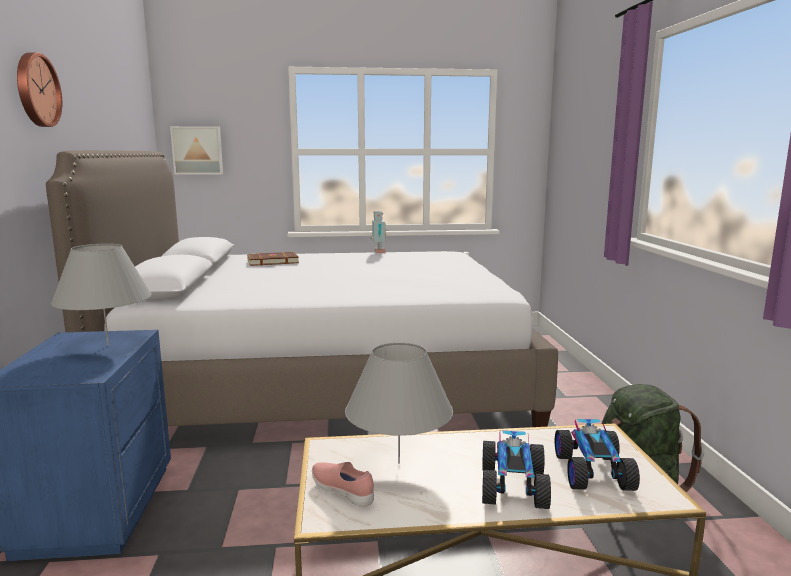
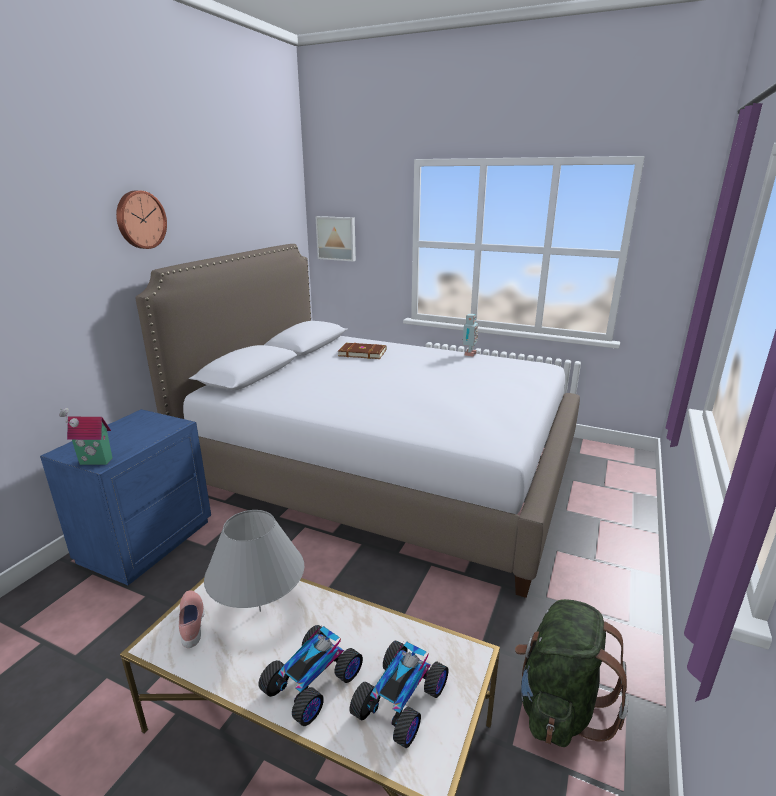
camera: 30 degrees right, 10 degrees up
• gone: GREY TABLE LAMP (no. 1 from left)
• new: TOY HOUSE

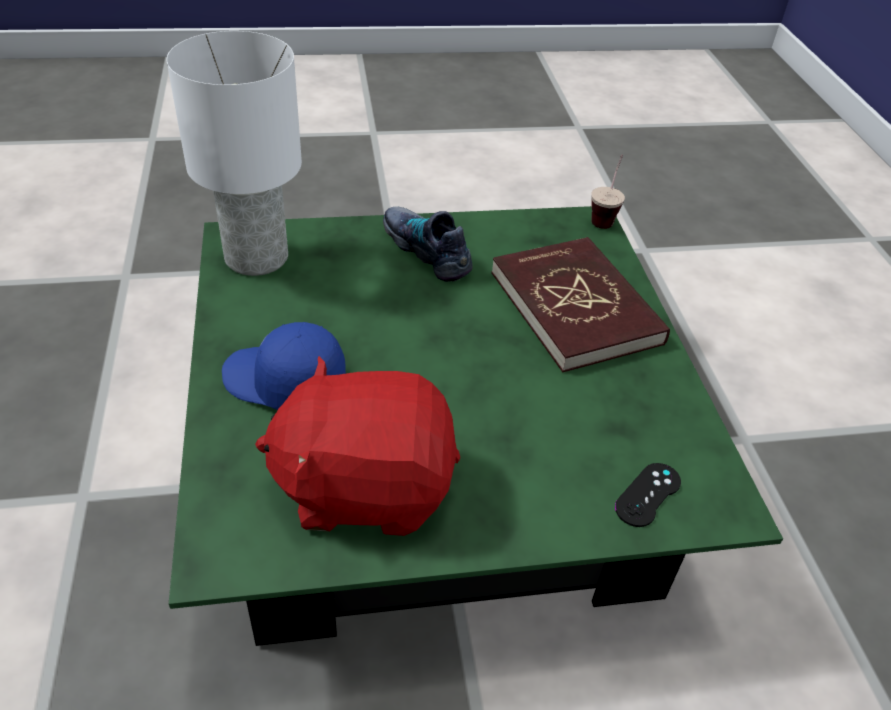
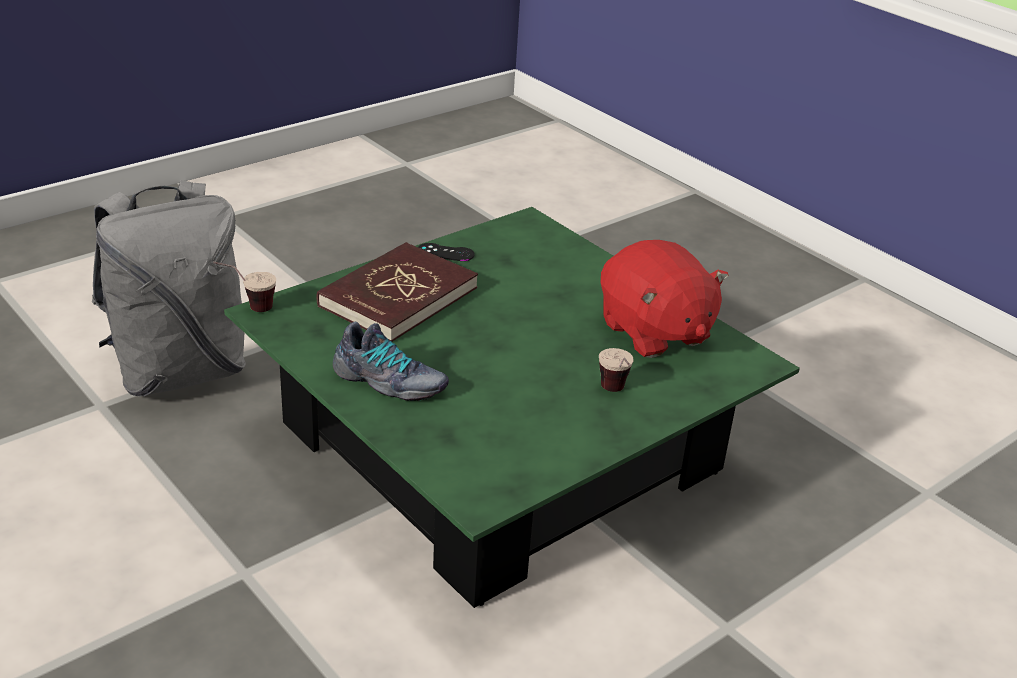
camera: 120 degrees left, 10 degrees down
• gone: WHITE TABLE LAMP
• rotated: SHOE 90 degrees counterclockwise
• swapped: BLUE CAP to CUP (no. 2 from left)
• shifted: BLACK GAME CONTROLLER
• new: GREY BACKPACK

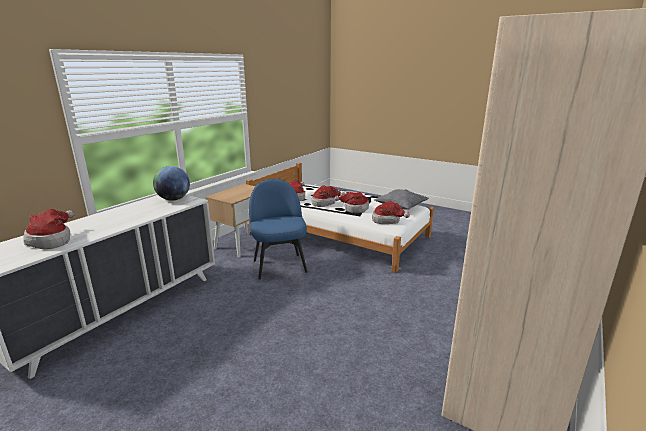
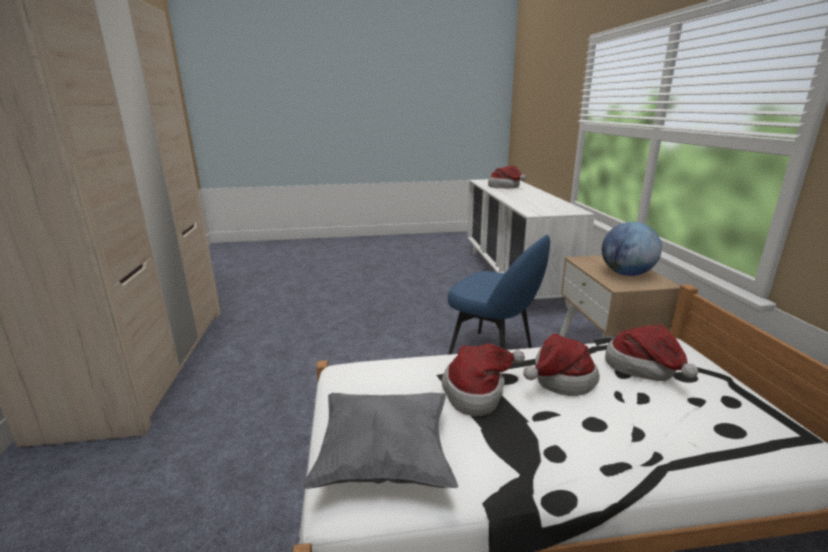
camera: 140 degrees right, 0 degrees up
• shifted: GLOBE
• gone: HAT (no. 5 from left)

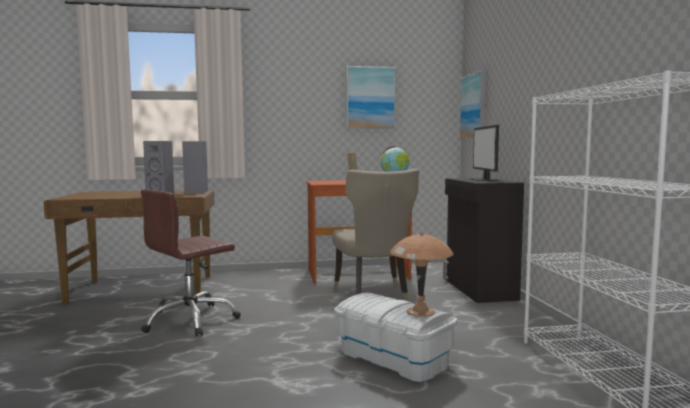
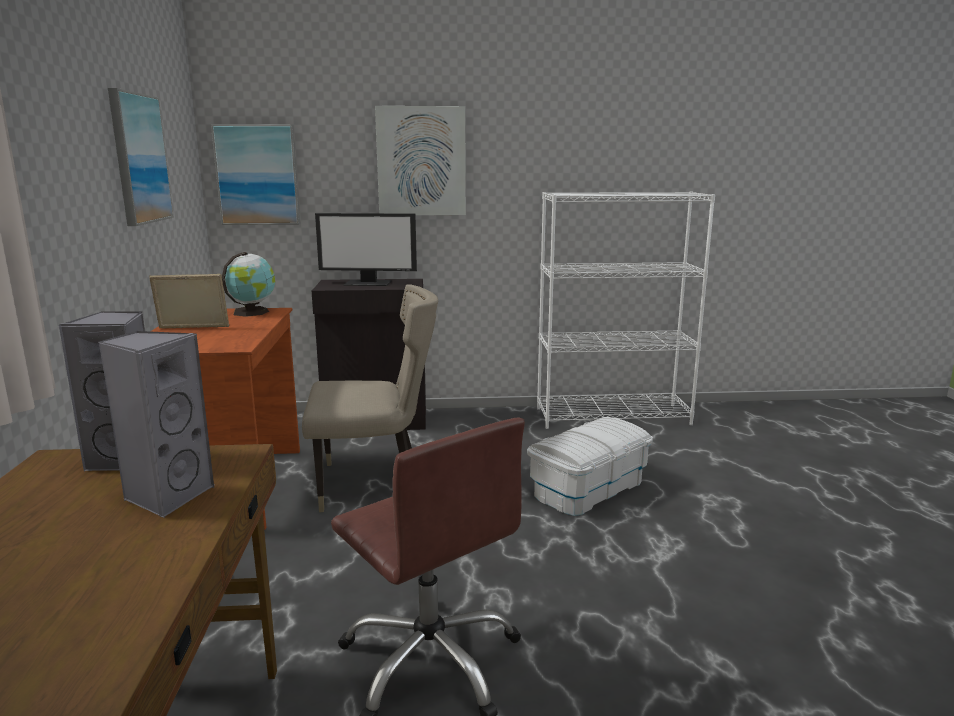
camera: 85 degrees left, 10 degrees up
• gone: BROWN TABLE LAMP
• new: PICTURE (no. 3 from left)

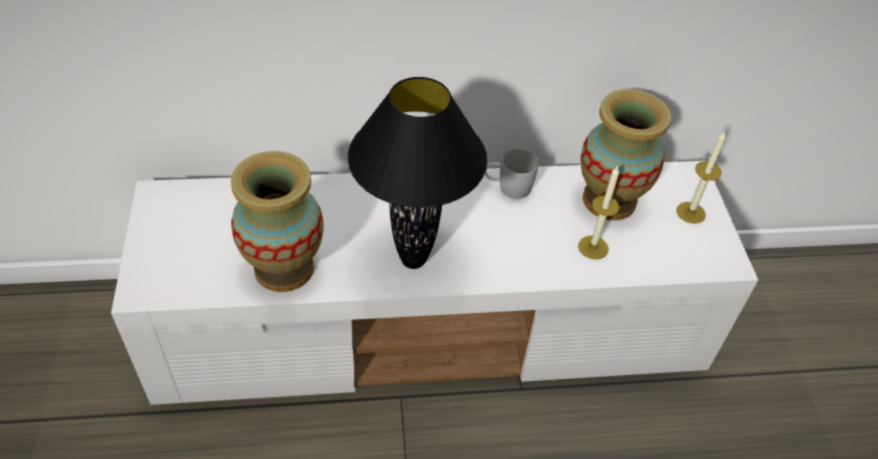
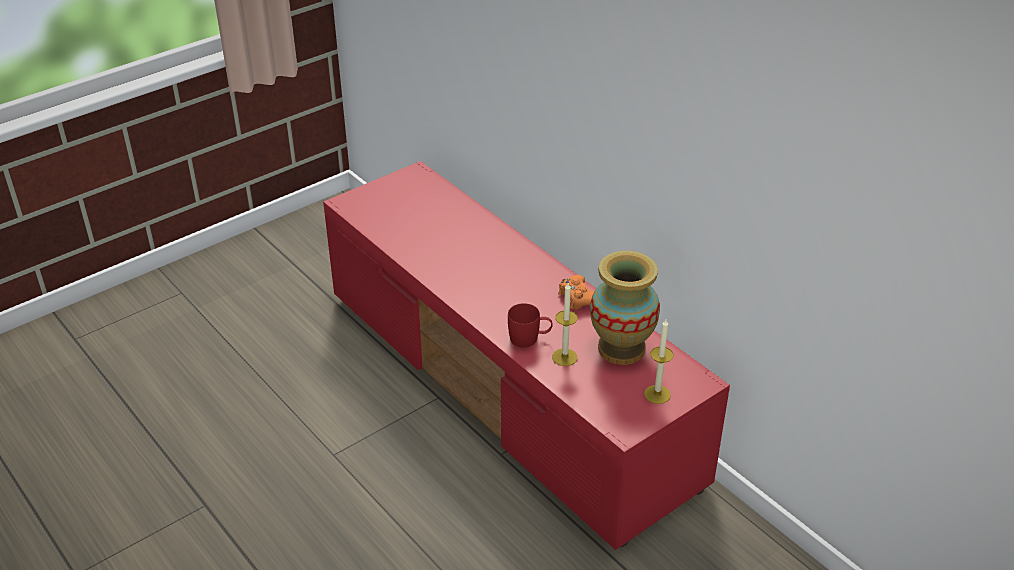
camera: 60 degrees right, 10 degrees down
• gone: BLACK TABLE LAMP
• swapped: WHITE MUG to ORANGE GAME CONTROLLER
• gone: VASE (no. 1 from left)
• repainted: WHITE TV STAND to RED TV STAND
• new: RED MUG

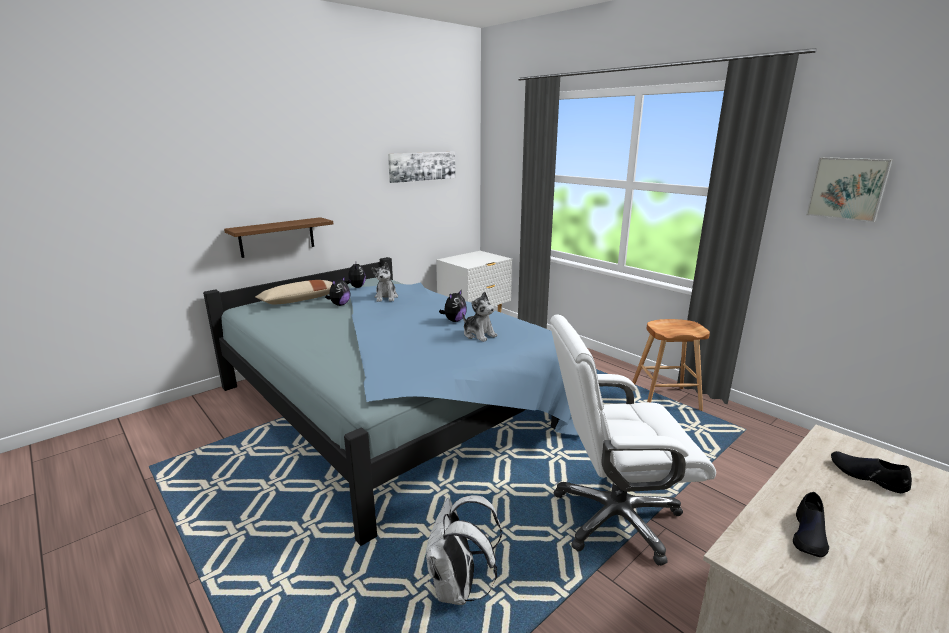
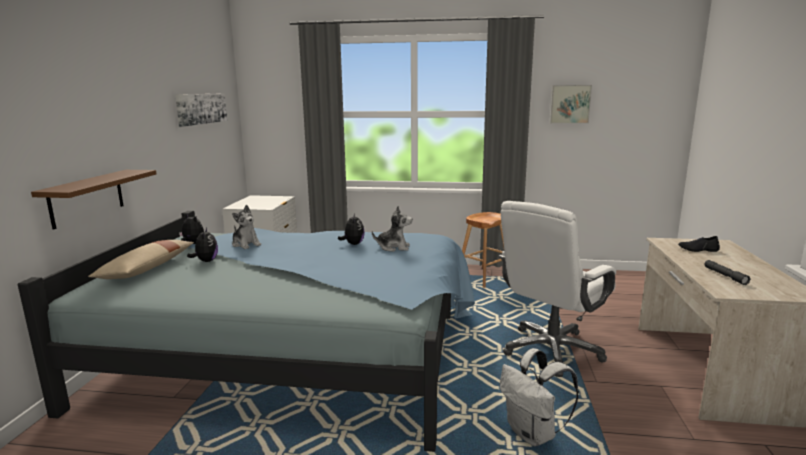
camera: 40 degrees left, 5 degrees down
• swapped: BLACK SHOE (no. 1 from left) to GREY FLASHLIGHT

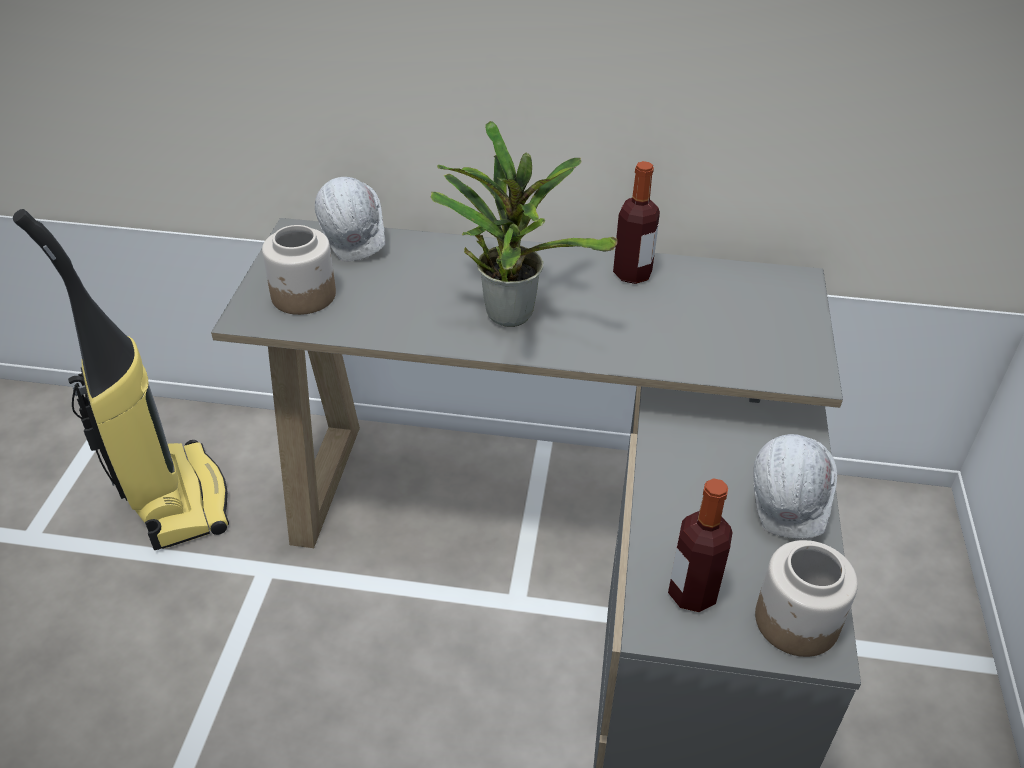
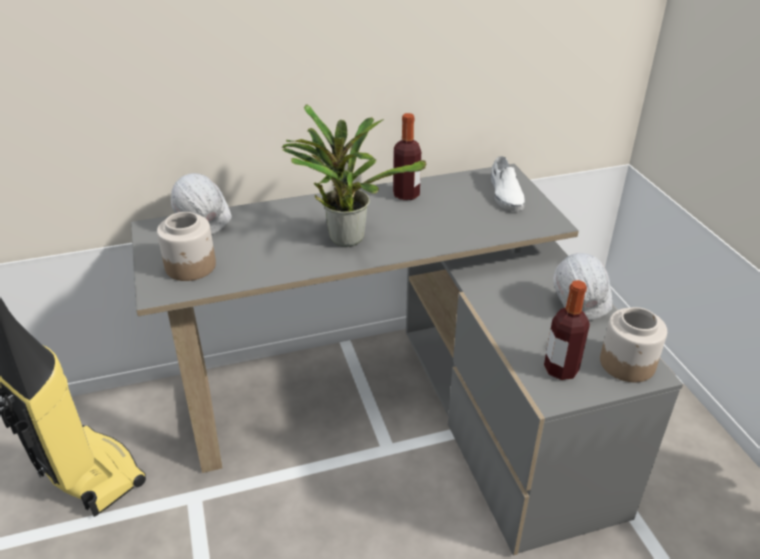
camera: 25 degrees left, 5 degrees down
• new: WHITE SHOE

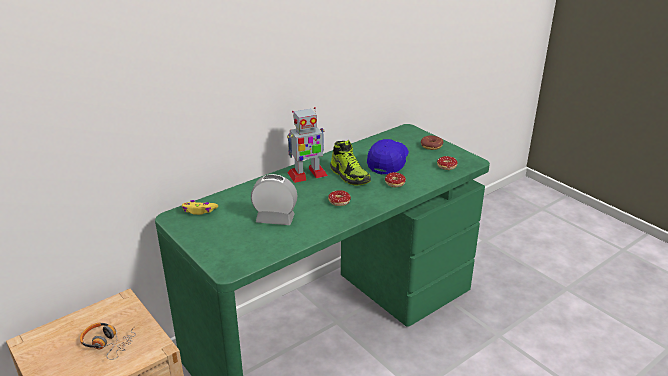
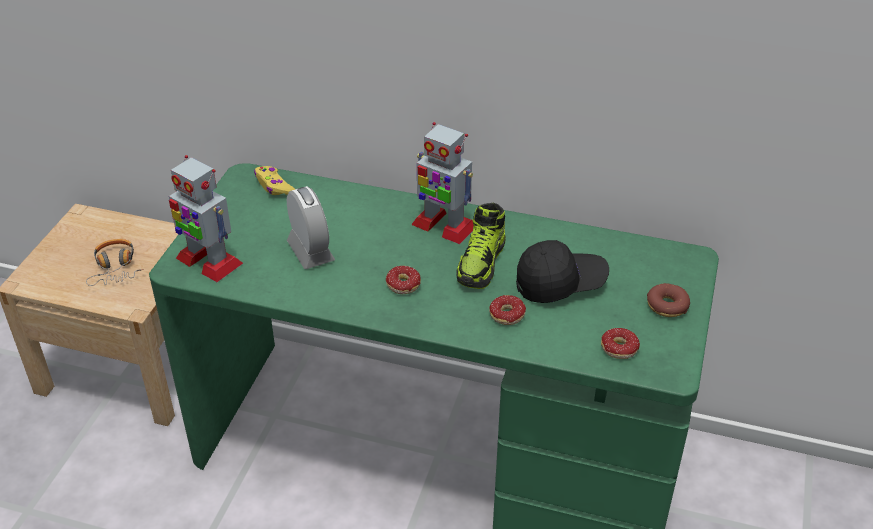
camera: 55 degrees right, 10 degrees up
• repainted: BLUE CAP to BLACK CAP
• new: TOY ROBOT (no. 1 from left)

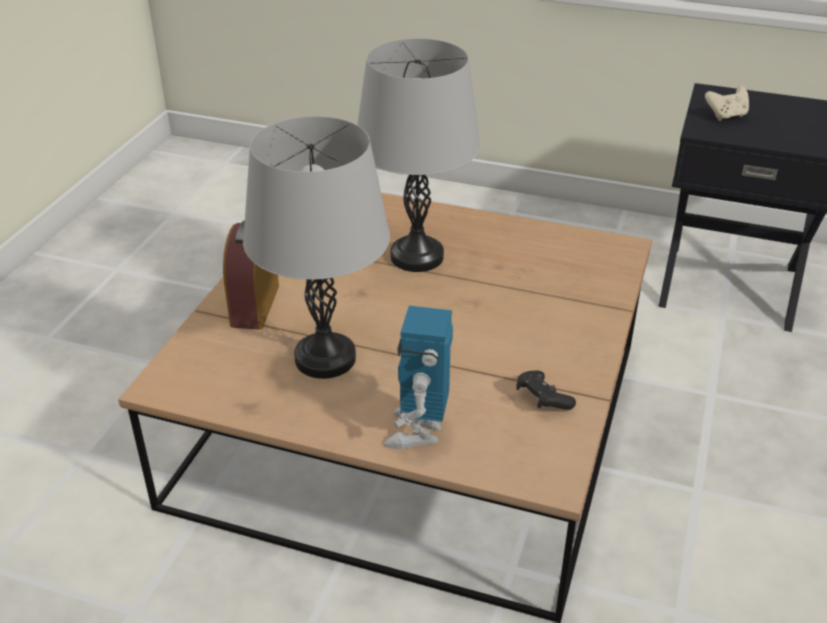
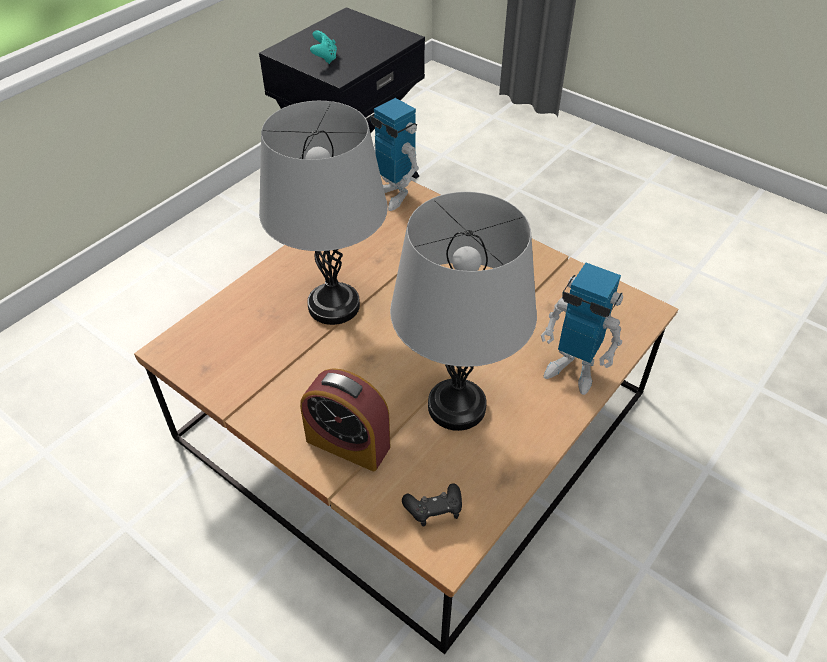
camera: 70 degrees left, 10 degrees up
• repainted: BEIGE GAME CONTROLLER to TURQUOISE GAME CONTROLLER
• shifted: BLACK GAME CONTROLLER
• new: TOY ROBOT (no. 1 from left)

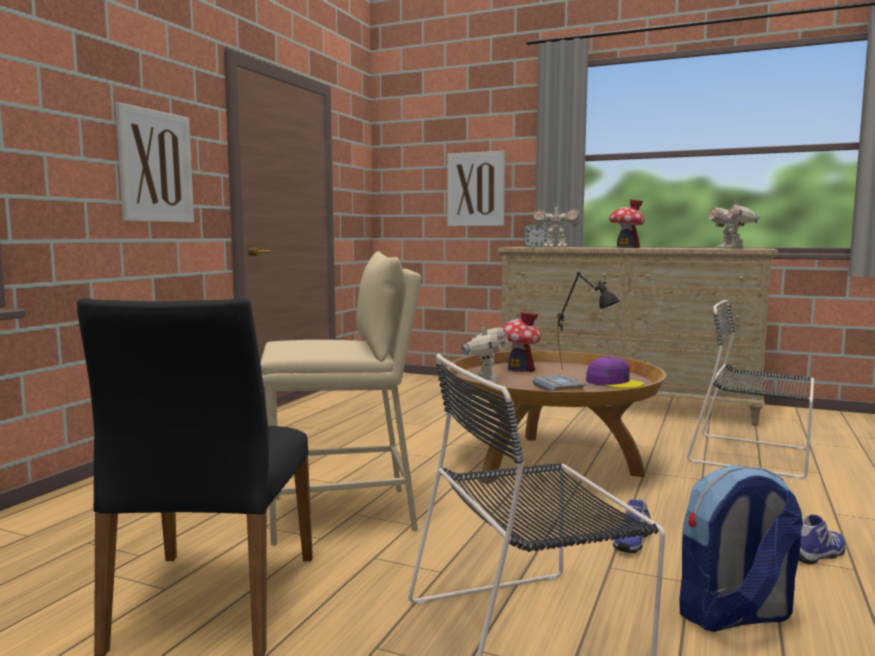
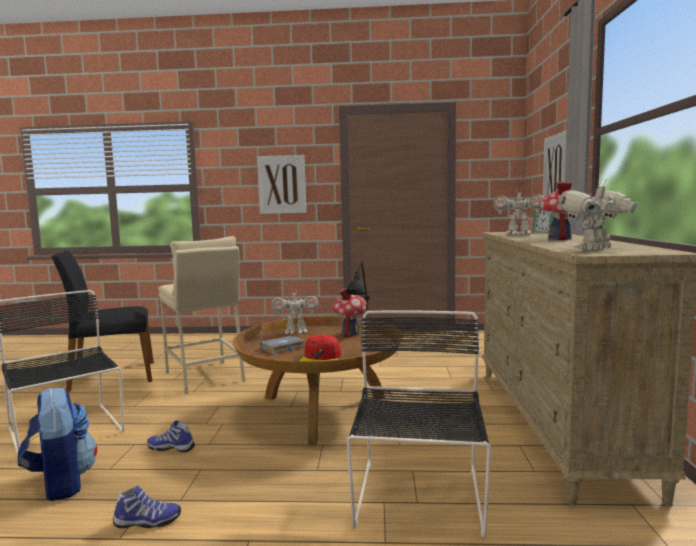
camera: 70 degrees right, 0 degrees up
• rotated: TOY ROBOT (no. 2 from left) 60 degrees counterclockwise
• repainted: PURPLE CAP to RED CAP
• rotated: SHOE (no. 2 from left in the first image) 45 degrees counterclockwise

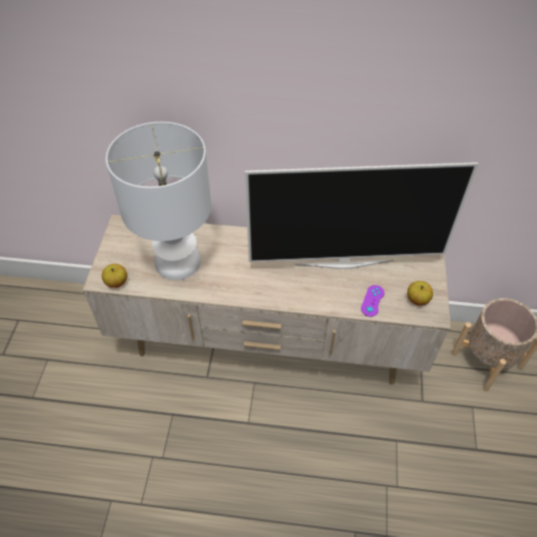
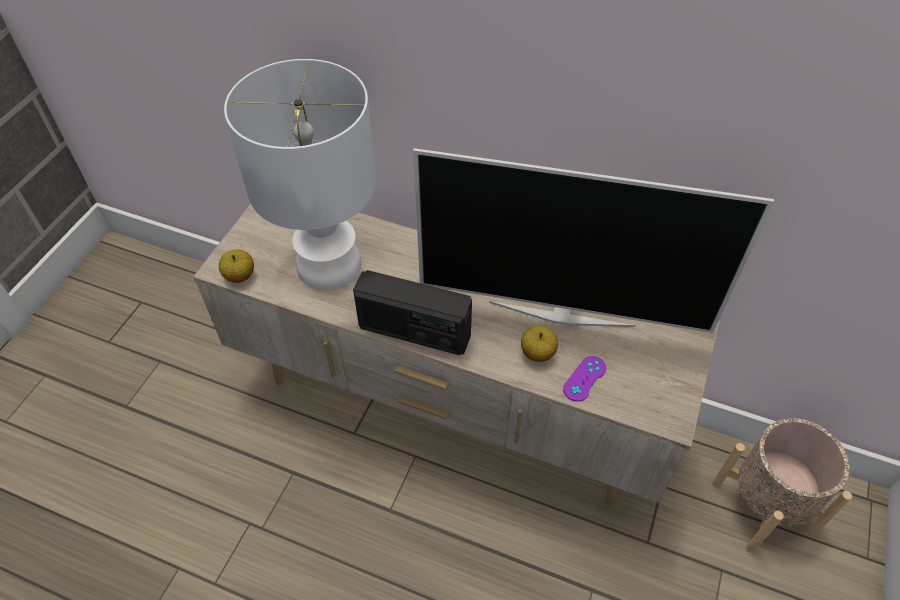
camera: 15 degrees right, 0 degrees up
• shifted: APPLE (no. 2 from left)
• new: RADIO

